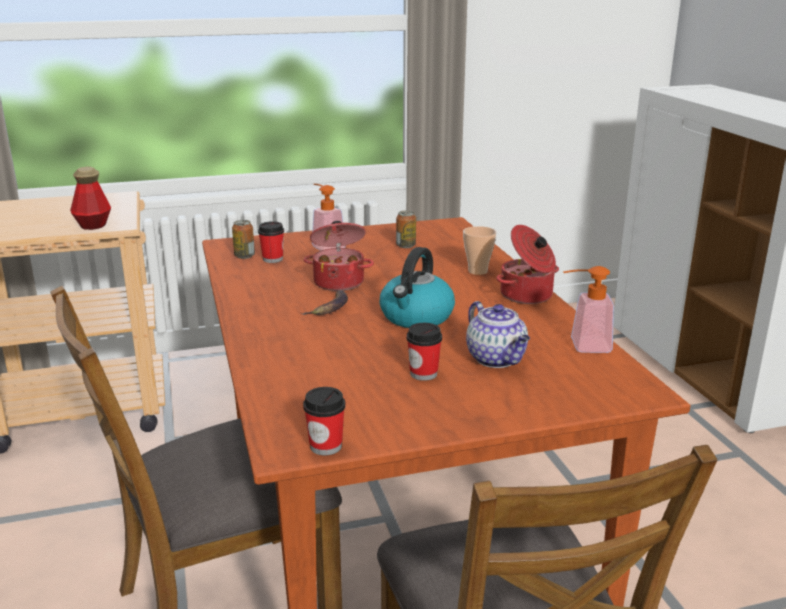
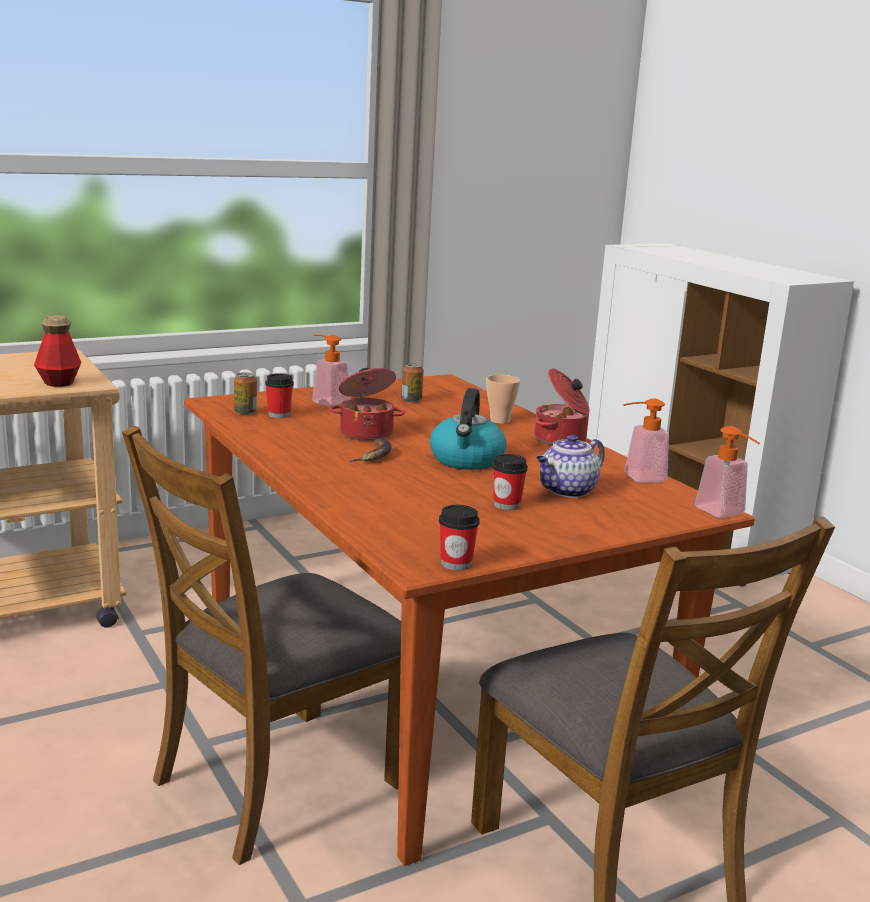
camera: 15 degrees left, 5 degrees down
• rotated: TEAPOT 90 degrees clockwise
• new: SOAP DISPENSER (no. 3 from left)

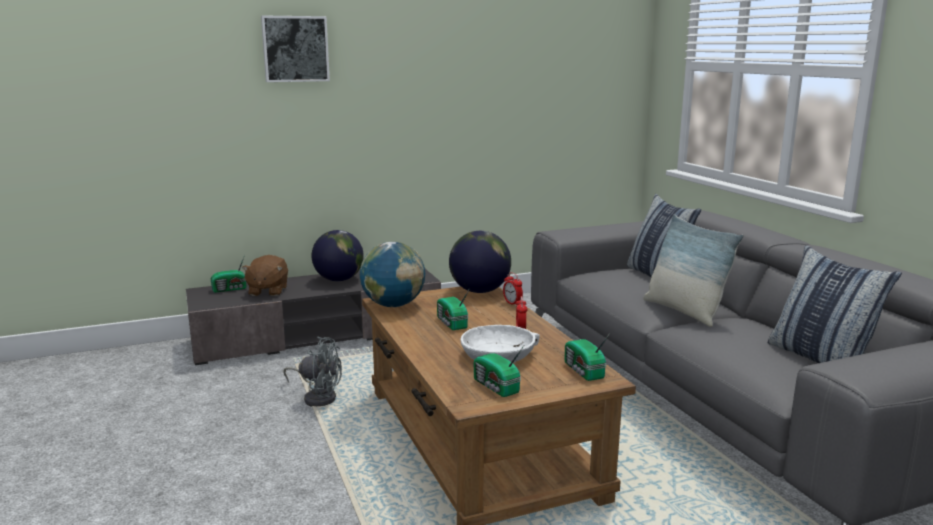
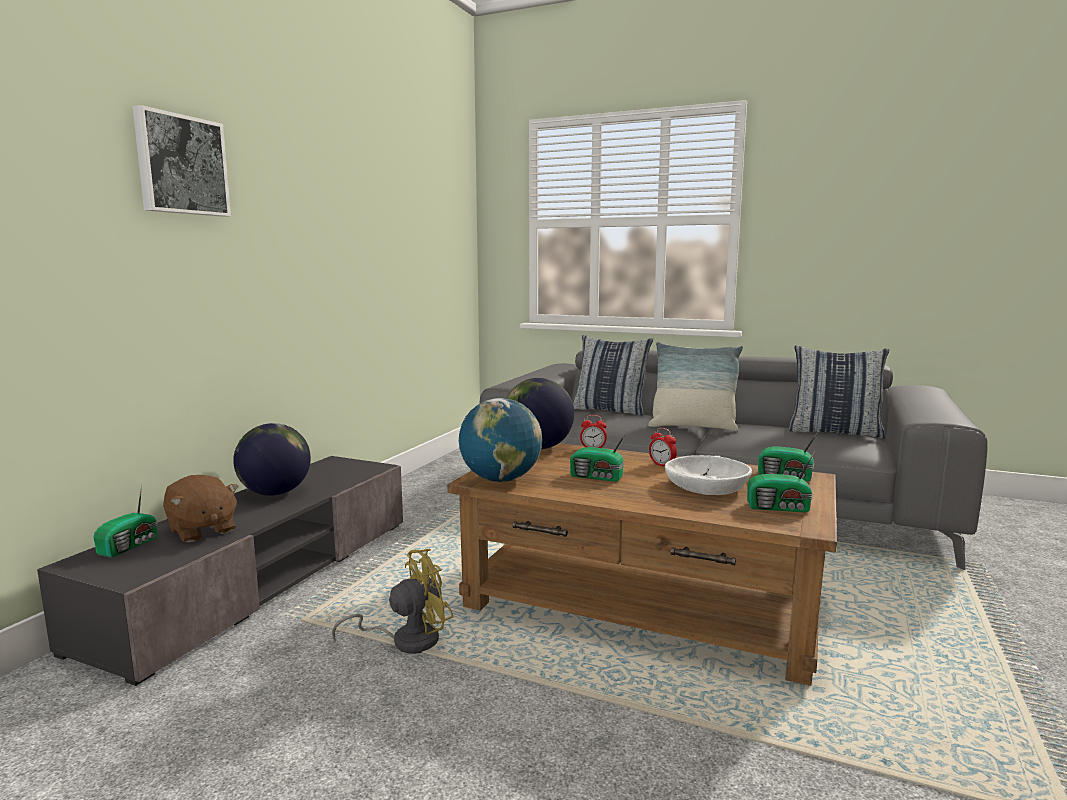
camera: 45 degrees left, 5 degrees down
• repainted: GREY FAN to YELLOW FAN

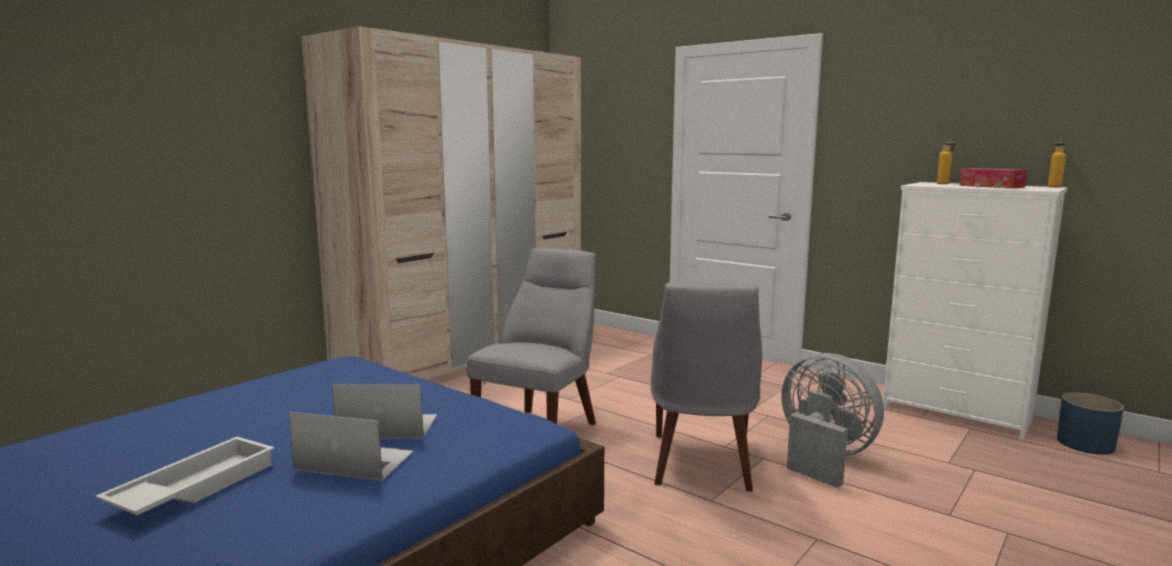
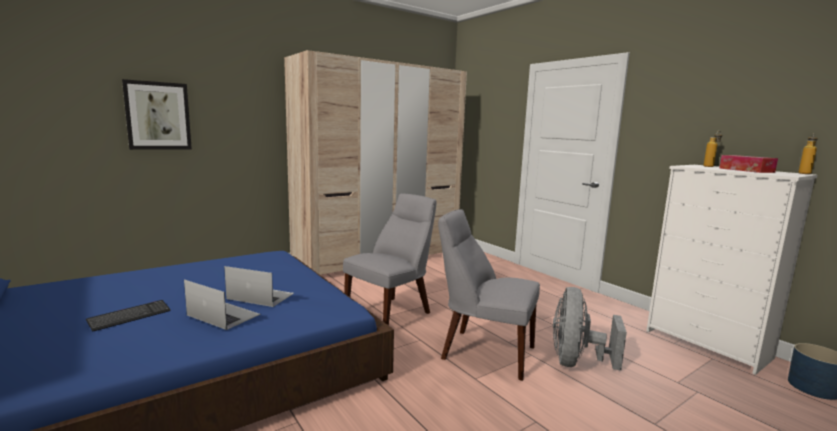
camera: 15 degrees right, 0 degrees up
• rotated: GREY CHAIR (no. 2 from left) 90 degrees clockwise
• rotated: GREY FAN 135 degrees counterclockwise
• swapped: WHITE TRAY to KEYBOARD
• new: PICTURE

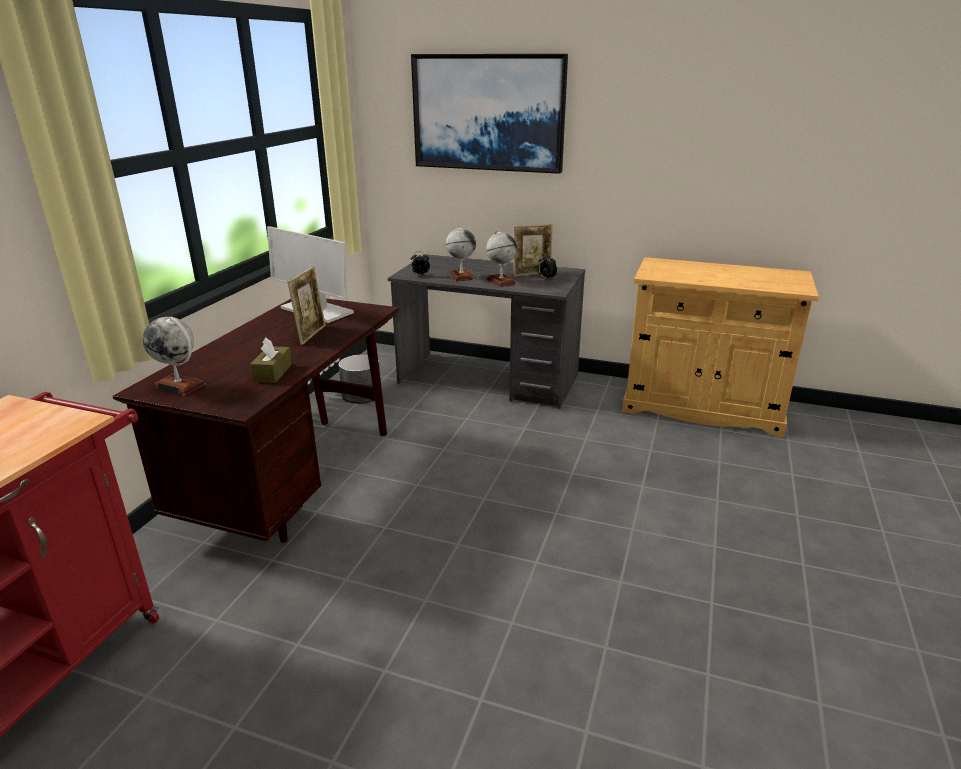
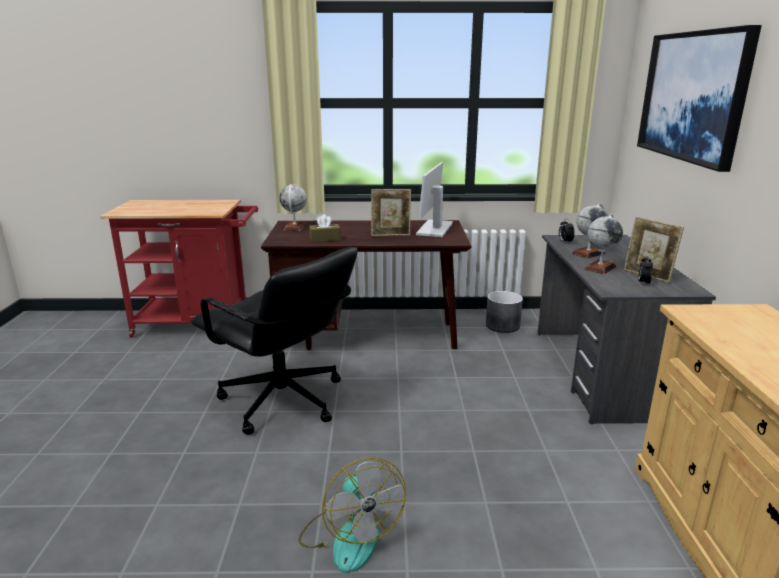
camera: 70 degrees right, 5 degrees down
• new: BLACK OFFICE CHAIR
• new: FAN

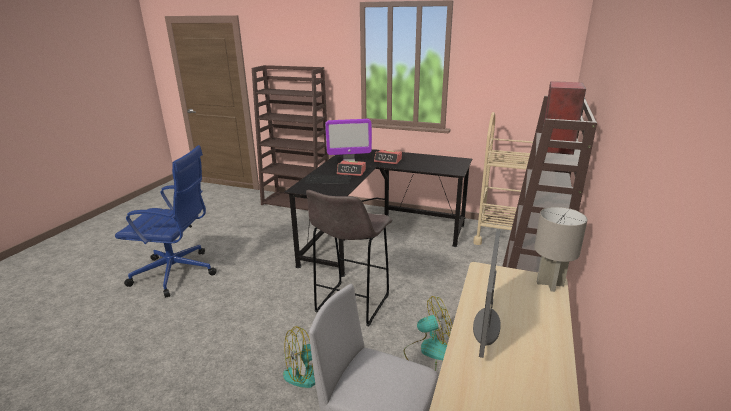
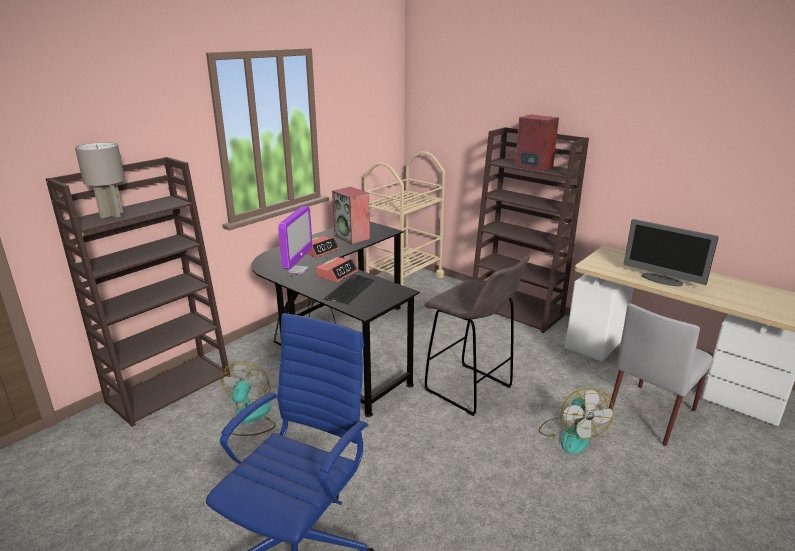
camera: 70 degrees left, 0 degrees up
• shifted: GREY TABLE LAMP
• shifted: FAN (no. 2 from left in the first image) to FAN (no. 1 from left)
• new: SPEAKER (no. 1 from left)

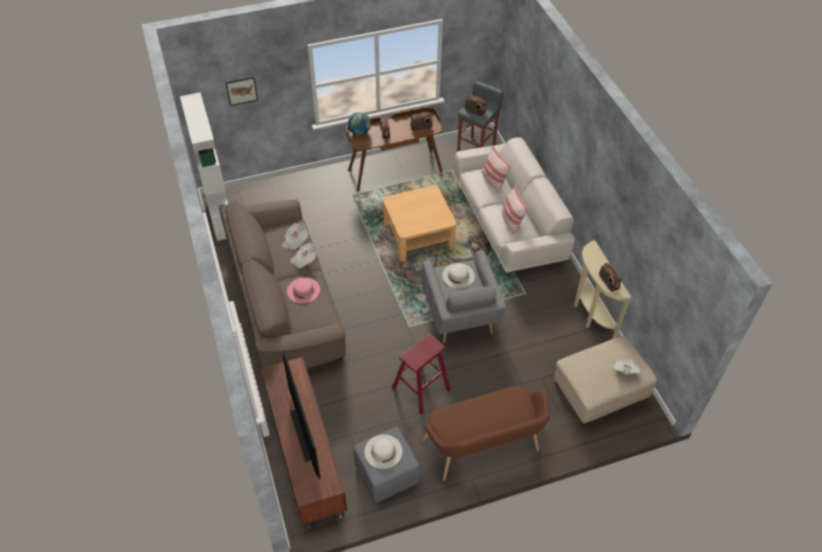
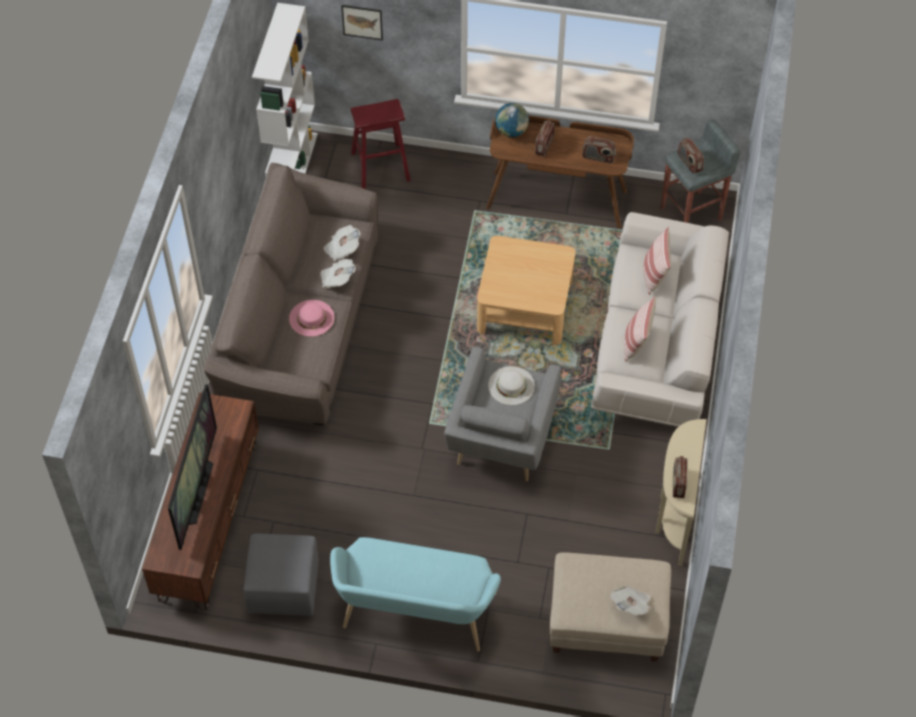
camera: 30 degrees right, 5 degrees up
• shifted: RED STOOL
• repainted: BROWN BENCH to TURQUOISE BENCH
• gone: WHITE HAT (no. 1 from left)

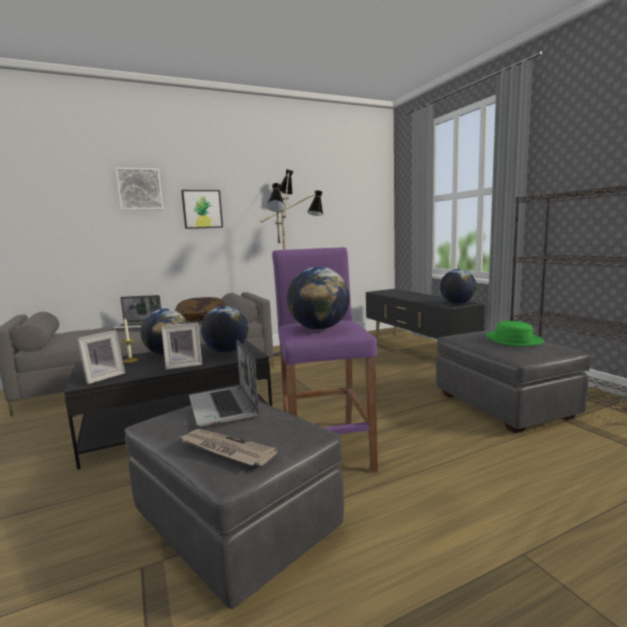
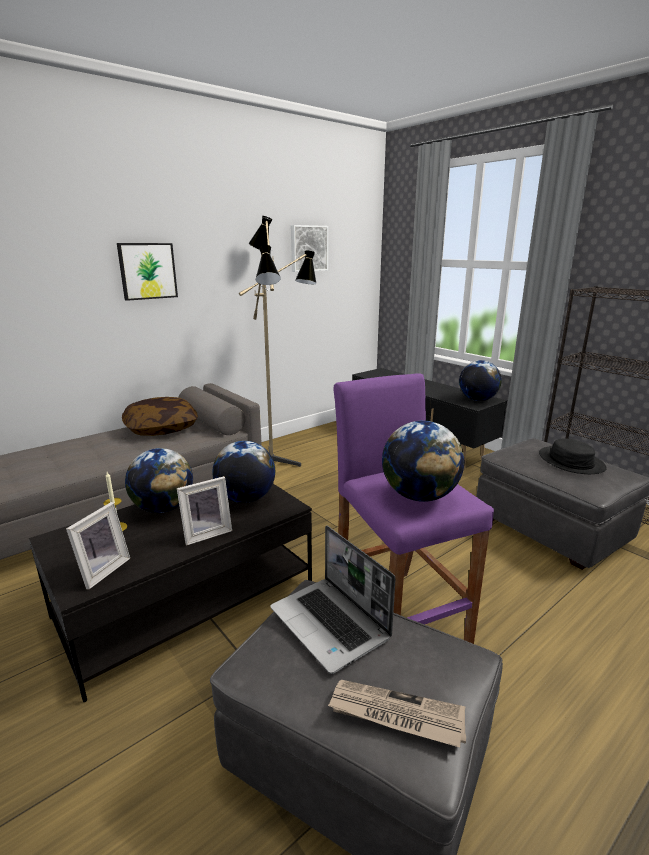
camera: 15 degrees left, 10 degrees up
• shifted: PICTURE (no. 1 from left in the first image) to PICTURE (no. 2 from left)
• gone: LAPTOP (no. 1 from left)
• repainted: GREEN HAT to BLACK HAT

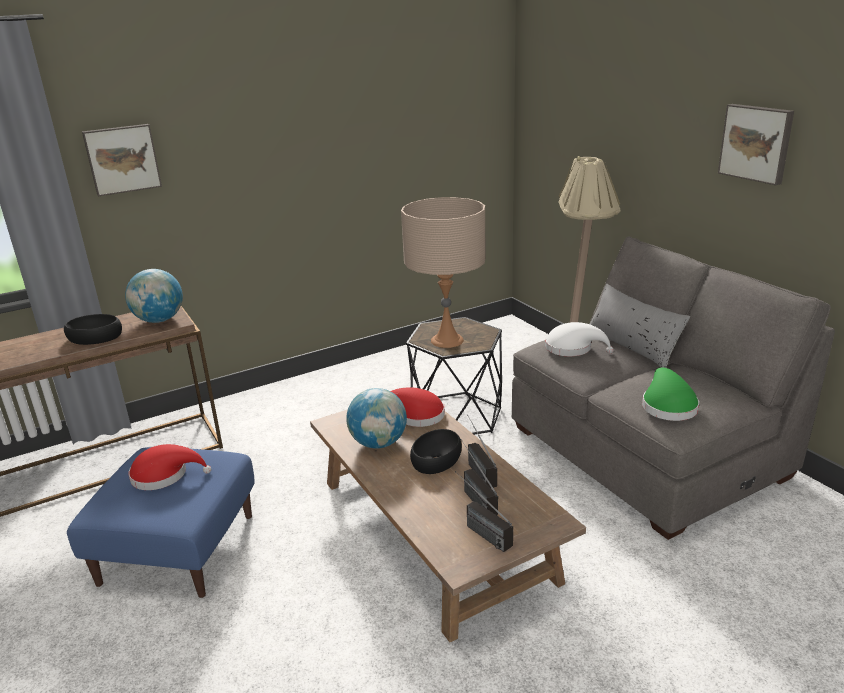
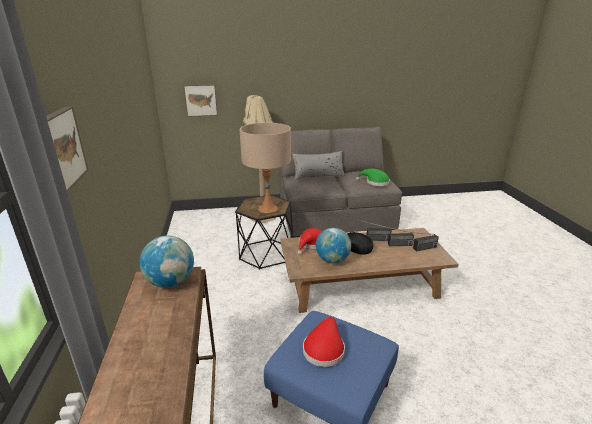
camera: 70 degrees left, 0 degrees up
• shifted: PICTURE (no. 2 from left)
• gone: BLACK BOWL (no. 1 from left)
• gone: WHITE HAT

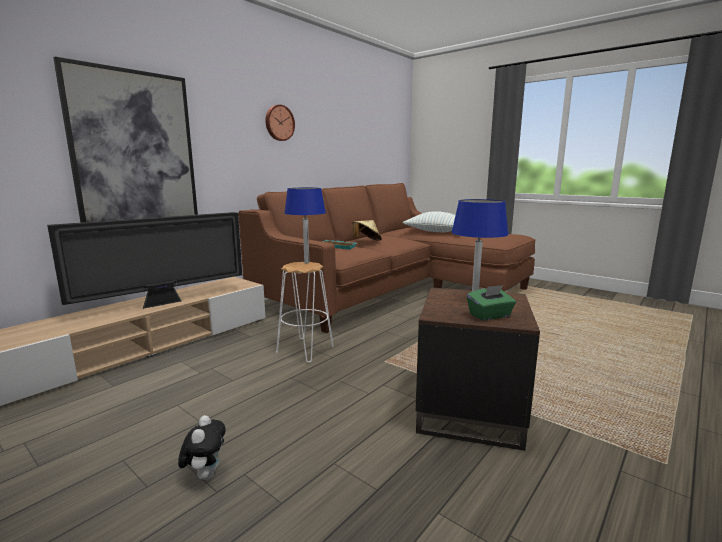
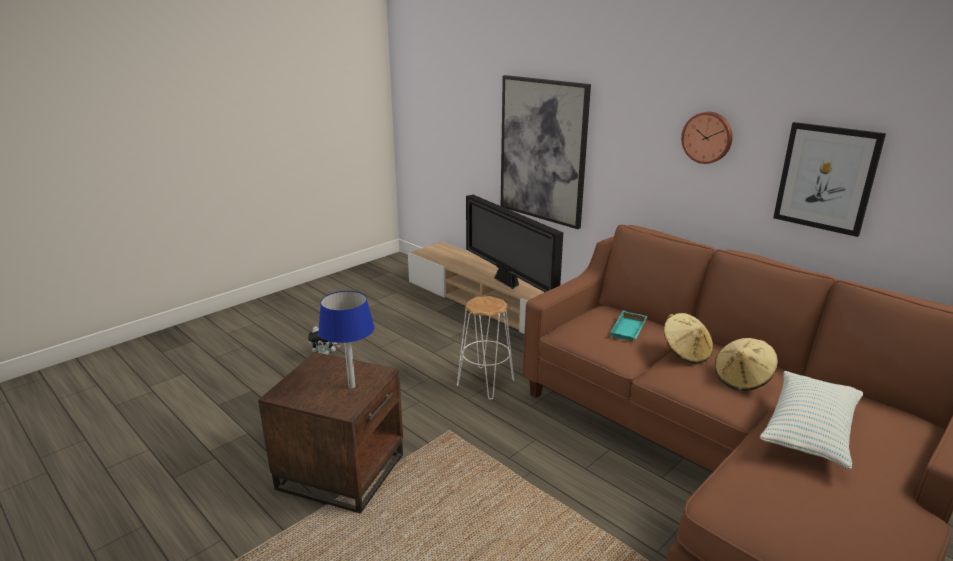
camera: 95 degrees right, 10 degrees up
• gone: BLUE TABLE LAMP (no. 1 from left)
• gone: GREEN TISSUE BOX
• new: PICTURE (no. 2 from left)
• new: BEIGE HAT (no. 2 from left)

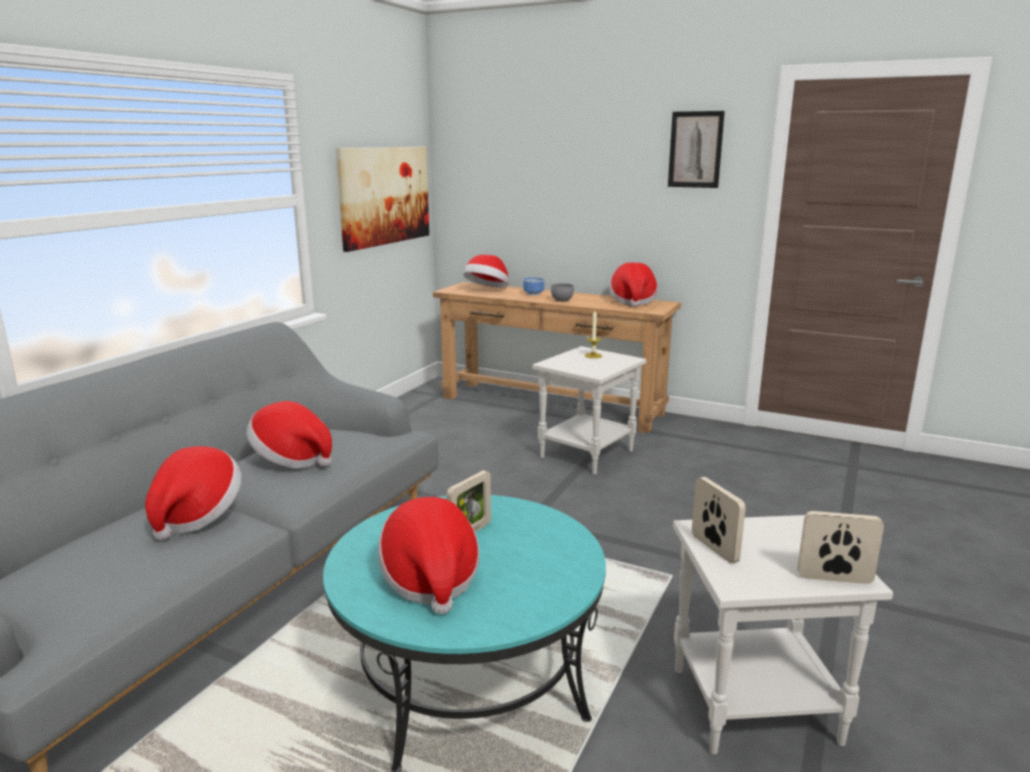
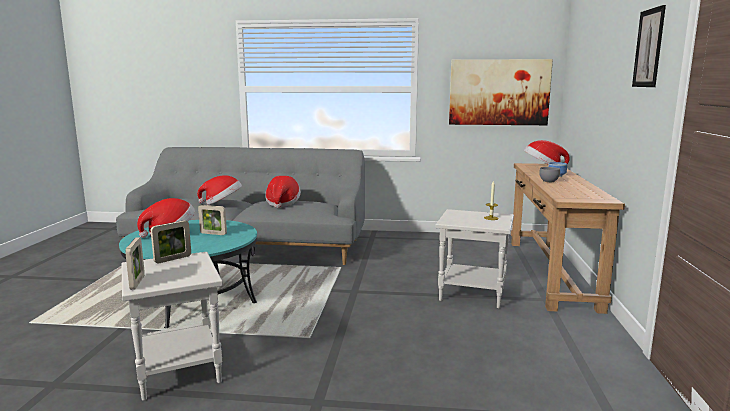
camera: 70 degrees right, 5 degrees down
• gone: HAT (no. 5 from left)

